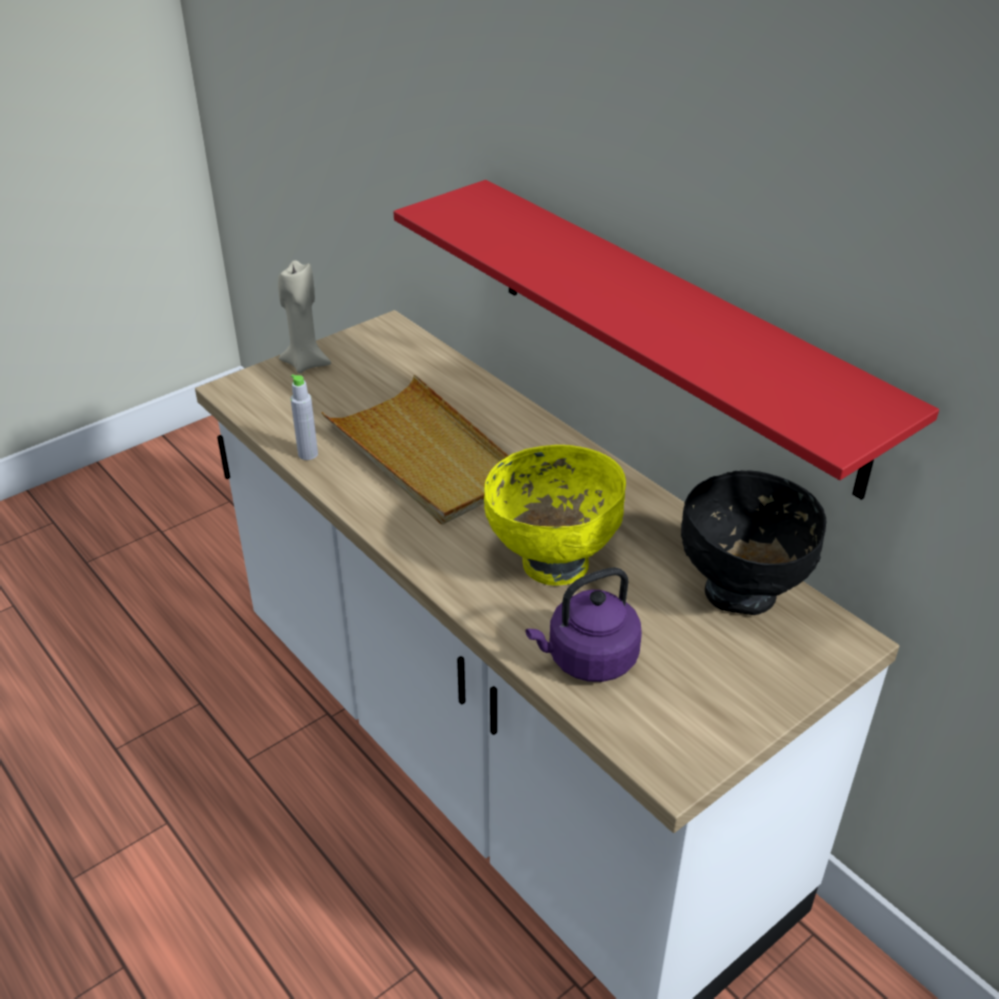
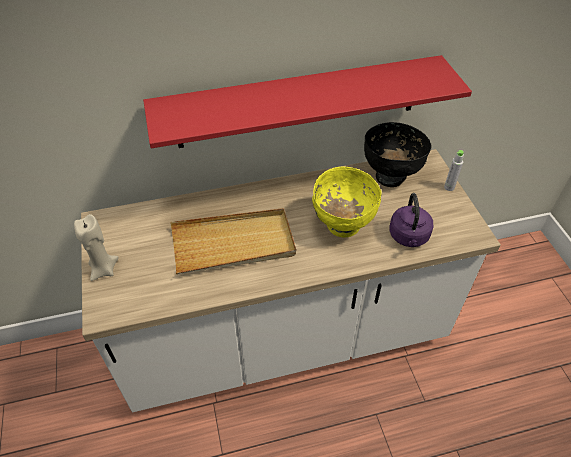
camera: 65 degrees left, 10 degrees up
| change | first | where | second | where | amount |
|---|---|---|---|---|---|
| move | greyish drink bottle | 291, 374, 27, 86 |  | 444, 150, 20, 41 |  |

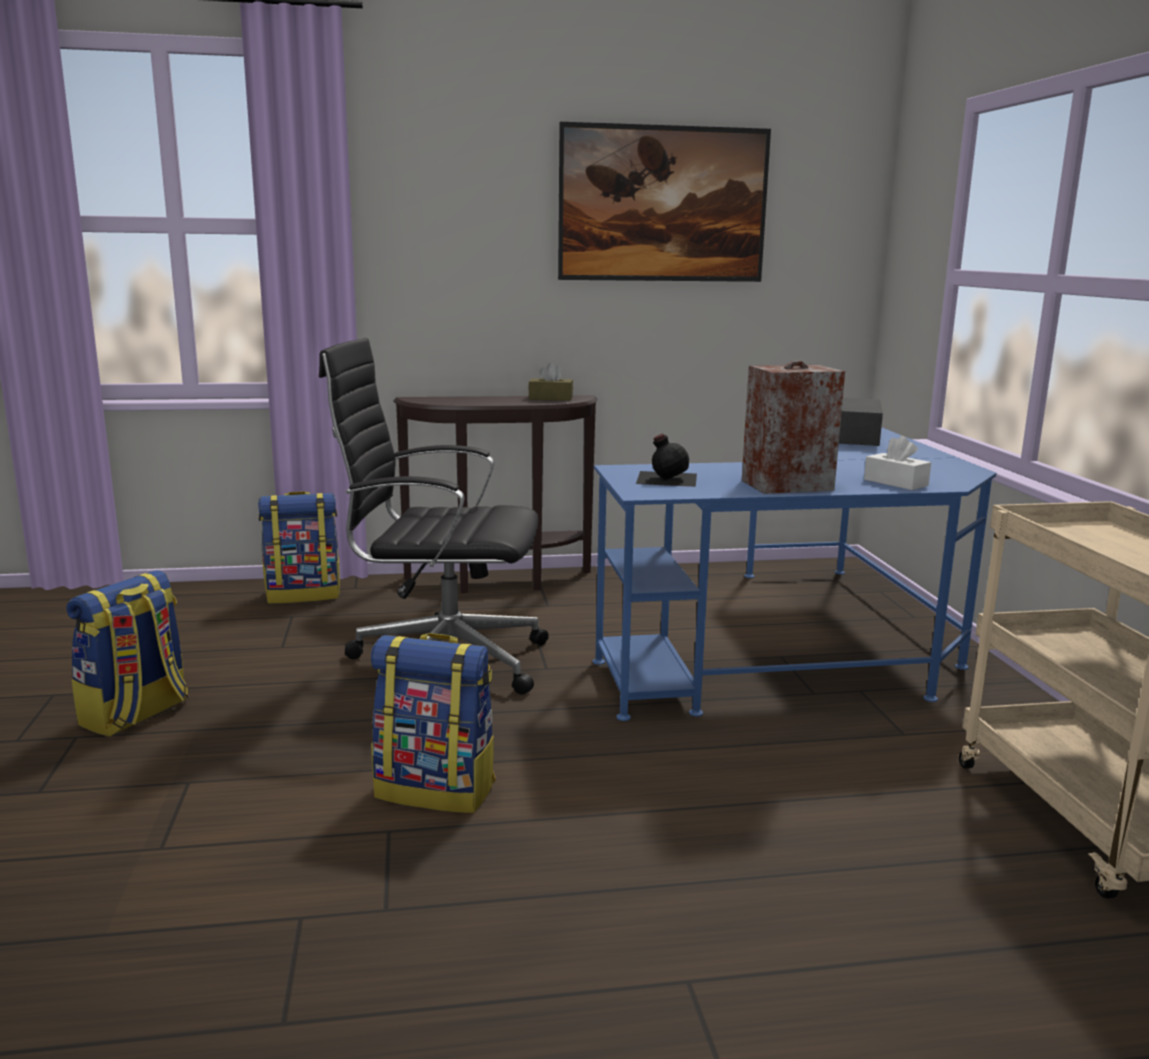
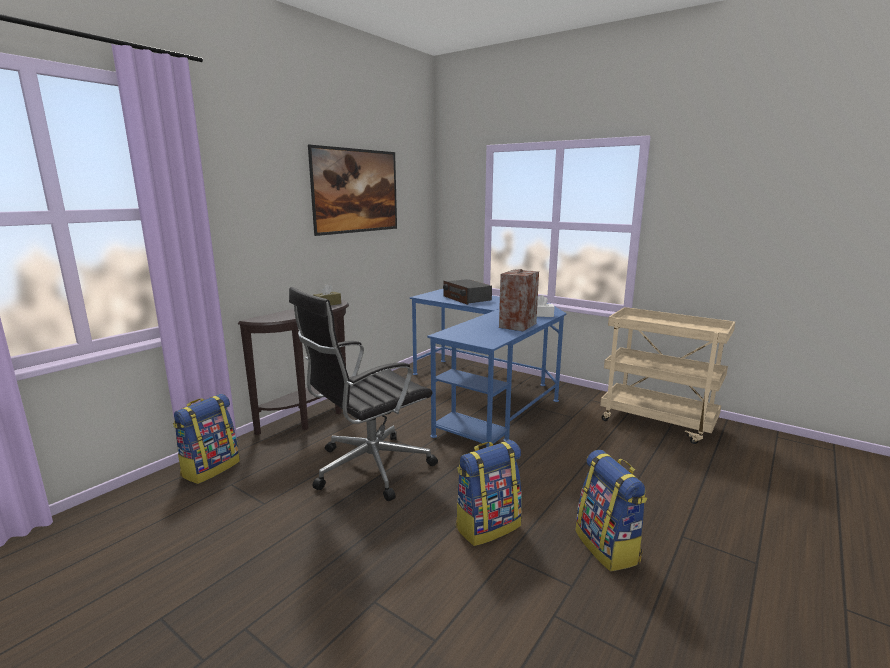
camera: 45 degrees left, 0 degrees up
| change | first | where | second | where | amount |
|---|---|---|---|---|---|
| move | rucksack | 67, 570, 121, 167 |  | 576, 450, 72, 121 |  |
| delete | black-coloured drink bottle | 636, 434, 61, 53 |  |  |  |

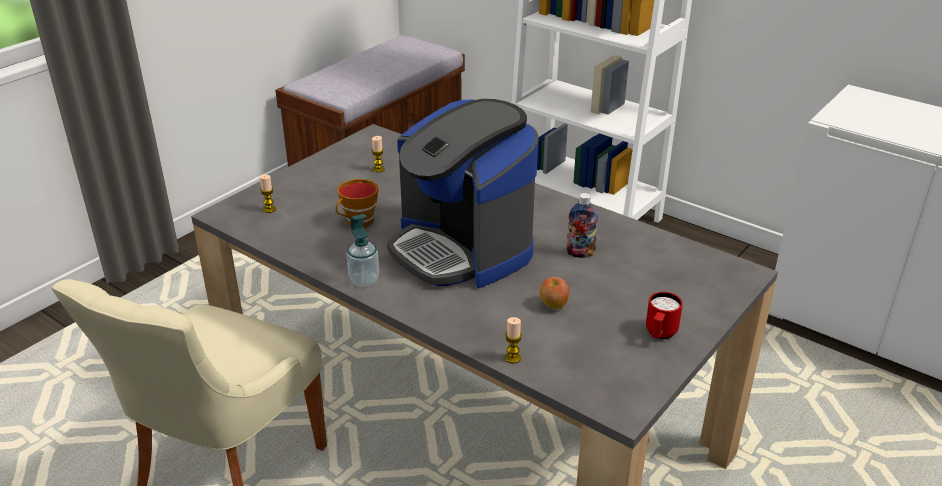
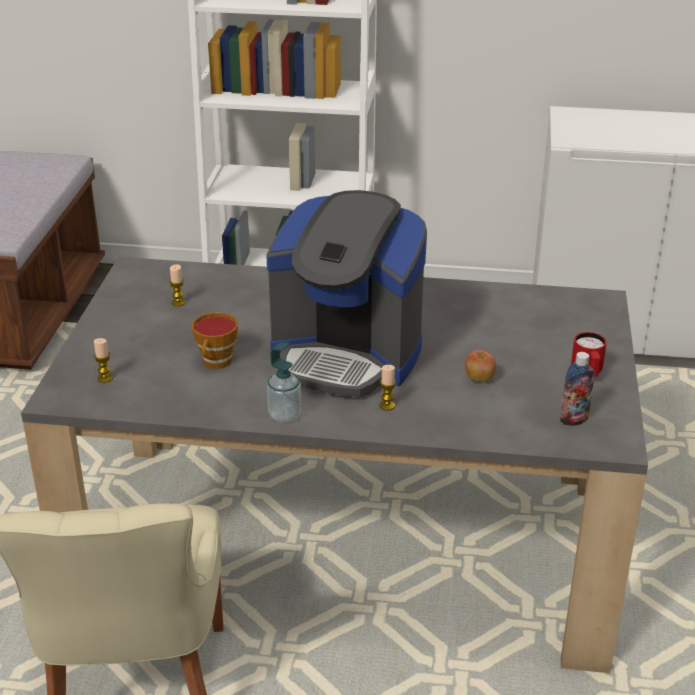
camera: 30 degrees left, 0 degrees up
| change | first | where | second | where | amount |
|---|---|---|---|---|---|
| move | candle | 505, 317, 17, 47 |  | 380, 365, 16, 46 |  |
| move | drink bottle | 566, 193, 32, 65 |  | 560, 352, 35, 74 |  |

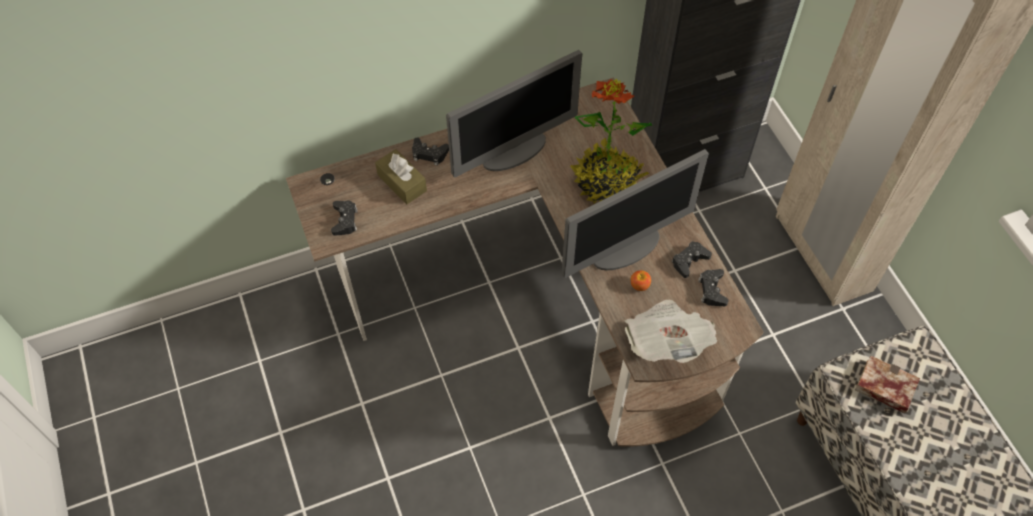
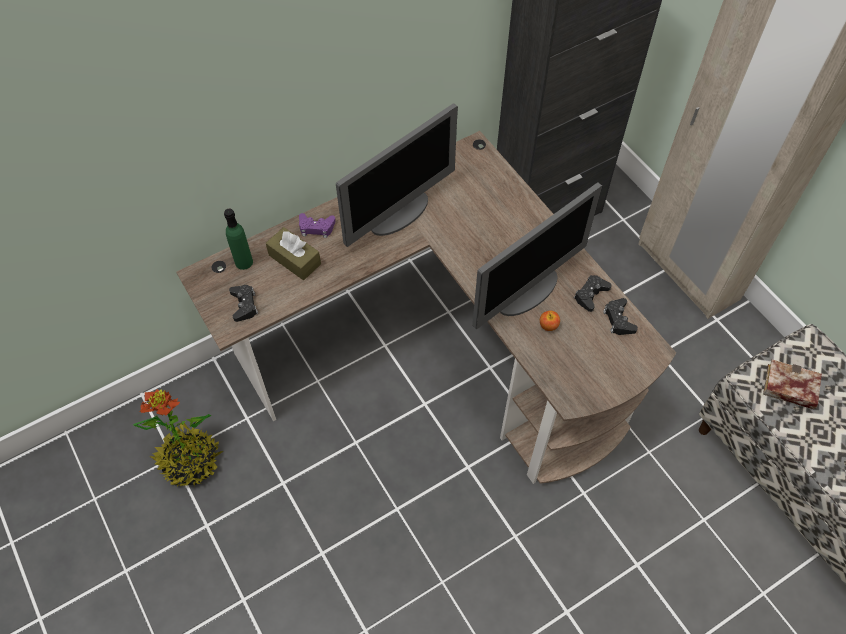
camera: 10 degrees left, 0 degrees up
| change | first | where | second | where | amount |
|---|---|---|---|---|---|
| recolor | black-coloured joypad | 412, 138, 37, 28 | purple-coloured joypad | 299, 213, 37, 25 |  |
| move | houseplant | 570, 79, 82, 126 |  | 133, 389, 90, 98 |  |
| delete | newspaper | 625, 300, 92, 63 |  |  |  |
| insert |  |  | green-coloured drink bottle | 224, 209, 29, 61 |  |

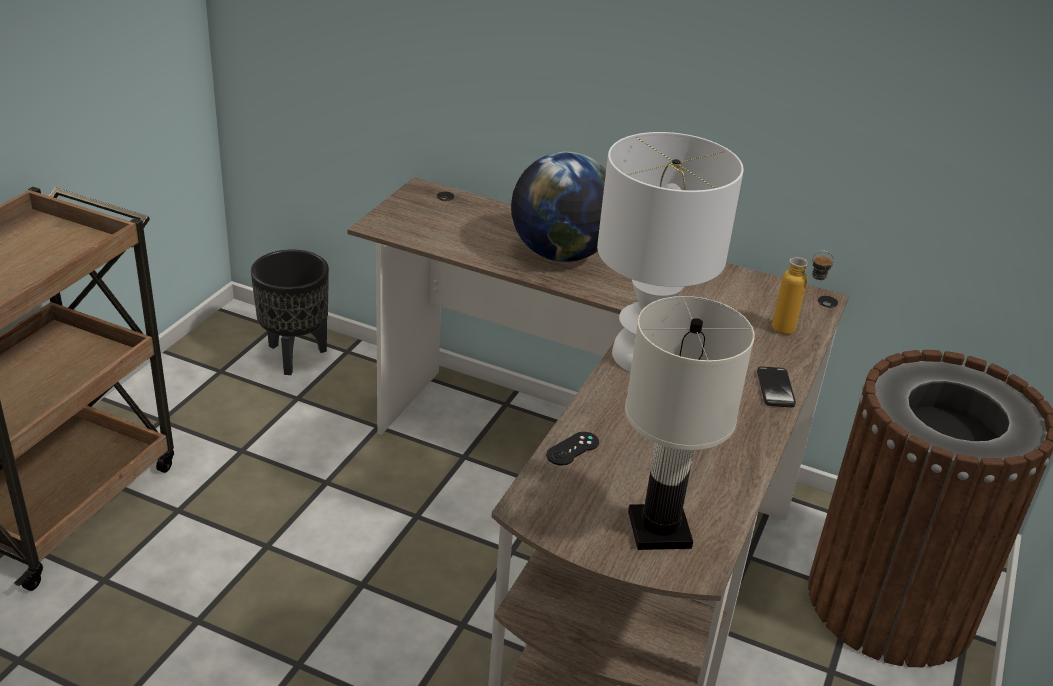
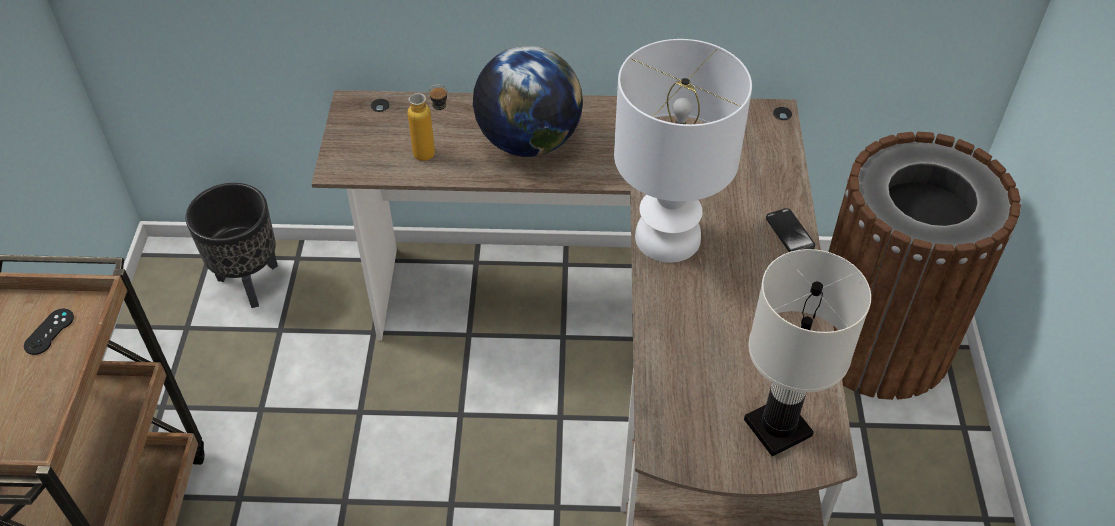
camera: 20 degrees left, 15 degrees up
| change | first | where | second | where | amount |
|---|---|---|---|---|---|
| move | black-coloured joypad | 546, 432, 53, 33 |  | 24, 309, 50, 46 |  |
| move | drink bottle | 772, 251, 62, 84 |  | 408, 85, 40, 76 |  |

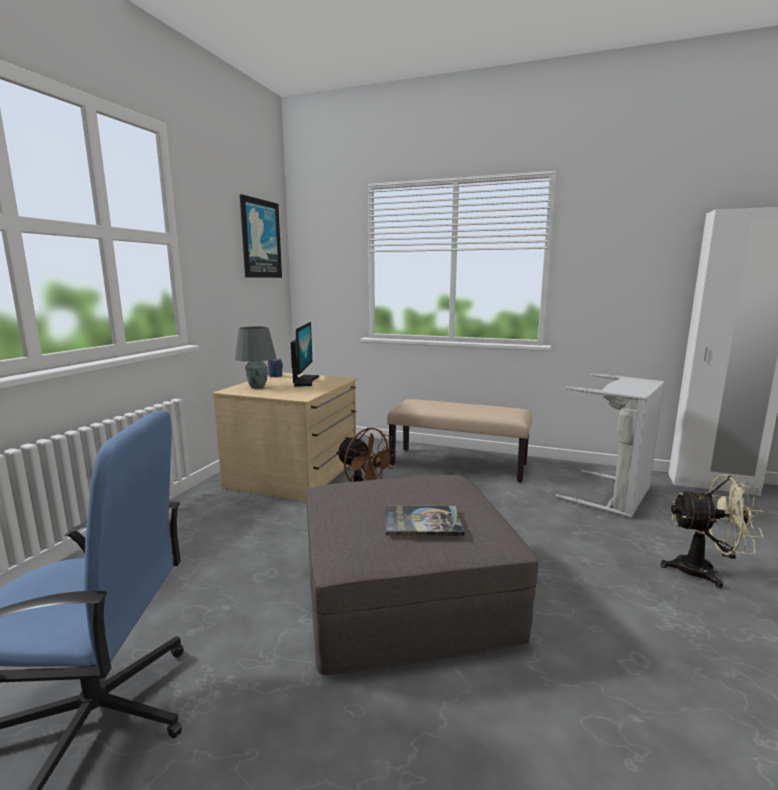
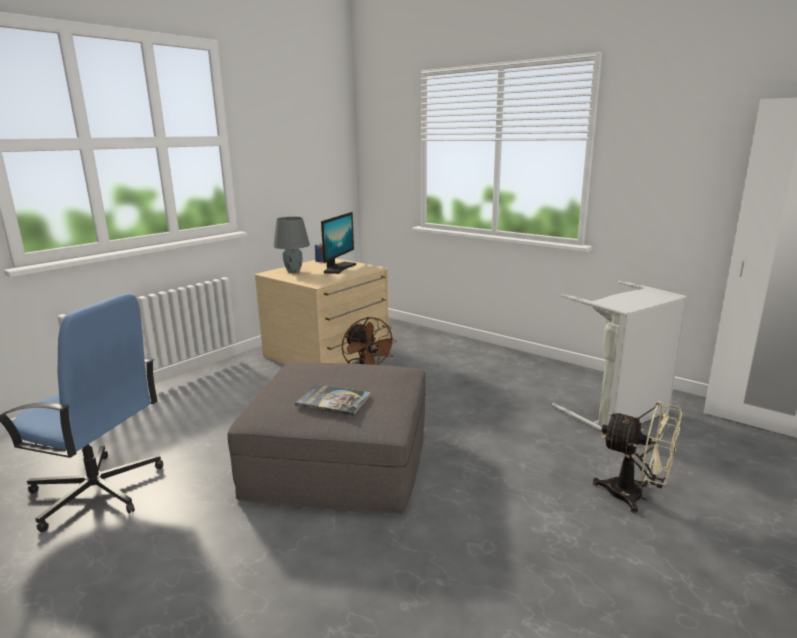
camera: 20 degrees right, 5 degrees up
| change | first | where | second | where | amount |
|---|---|---|---|---|---|
| delete | wall art | 240, 194, 42, 84 |  |  |  |
| delete | beige long seat | 387, 399, 145, 83 |  |  |  |

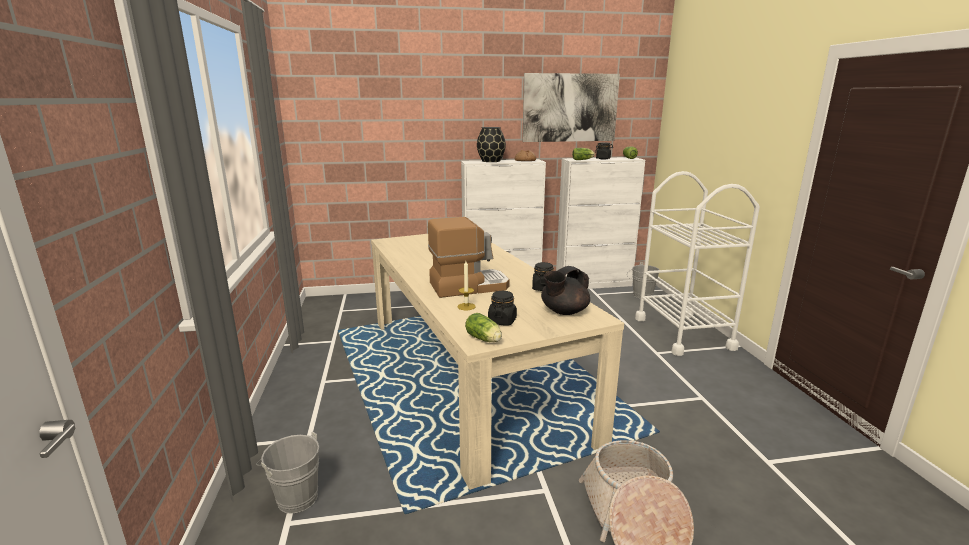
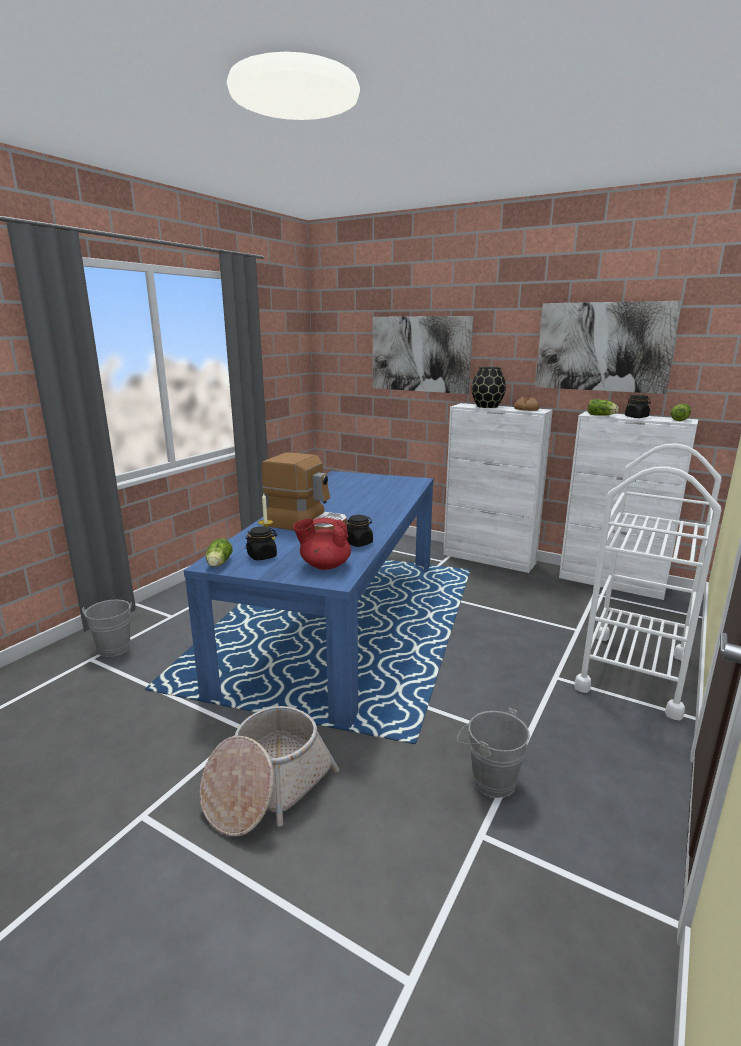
camera: 40 degrees right, 0 degrees up
| change | first | where | second | where | amount |
|---|---|---|---|---|---|
| recolor | beige kitchen table | 371, 234, 253, 256 | blue-coloured kitchen table | 184, 471, 250, 257 |  |
| recolor | black-coloured pot for tea | 541, 266, 49, 49 | red pot for tea | 293, 518, 58, 52 |  |
| move | greyish water bucket | 627, 262, 32, 37 |  | 457, 708, 73, 90 |  |
| insert |  |  | wall art | 373, 316, 100, 78 |  |

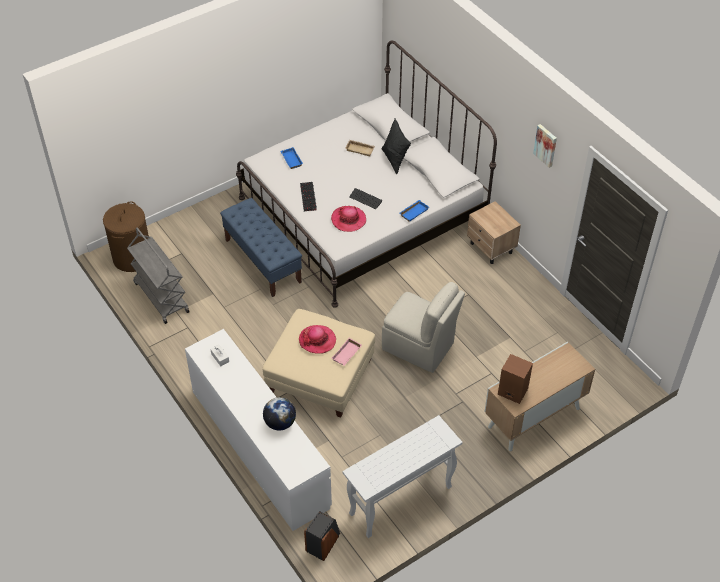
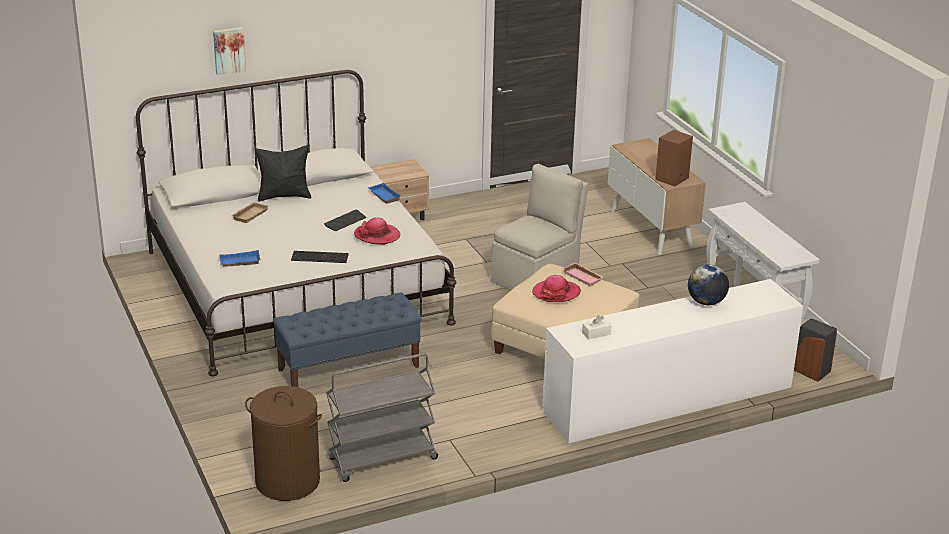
camera: 80 degrees left, 20 degrees down
| change | first | where | second | where | amount |
|---|---|---|---|---|---|
| move | wall art | 533, 124, 24, 44 |  | 213, 27, 33, 48 |  |

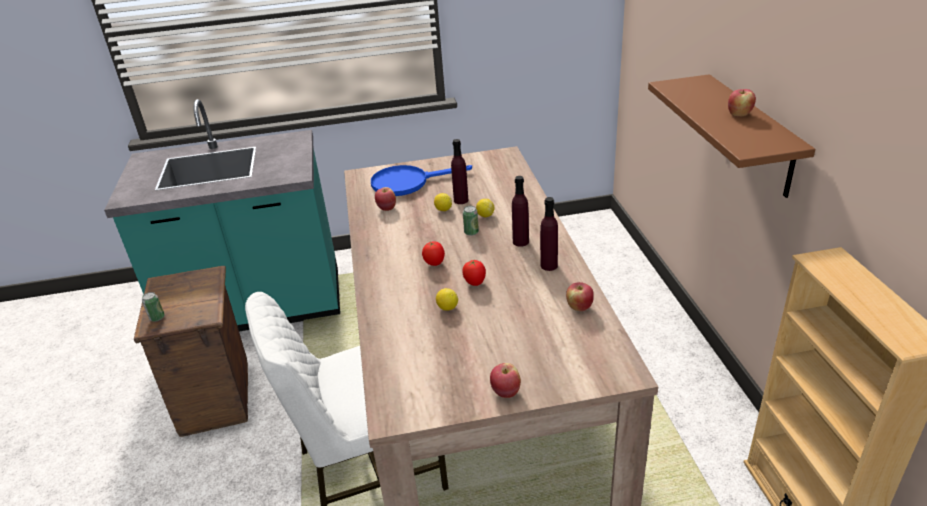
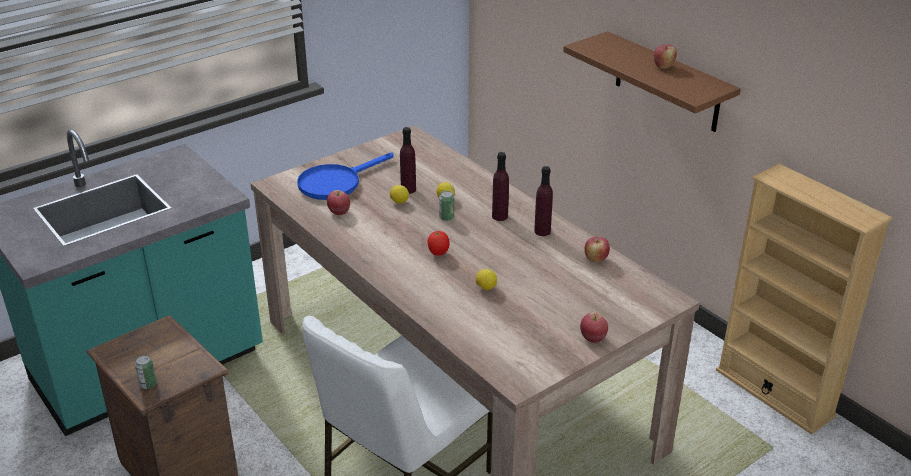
camera: 30 degrees left, 0 degrees up
| change | first | where | second | where | amount |
|---|---|---|---|---|---|
| delete | tomato | 462, 260, 24, 26 |  |  |  |

